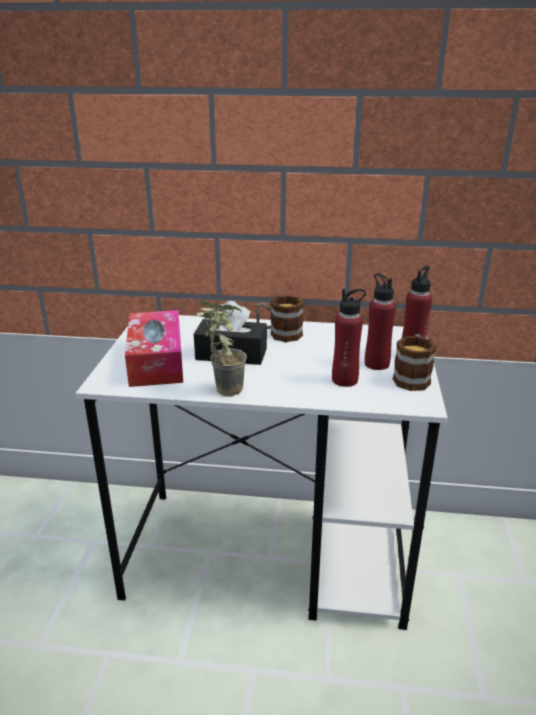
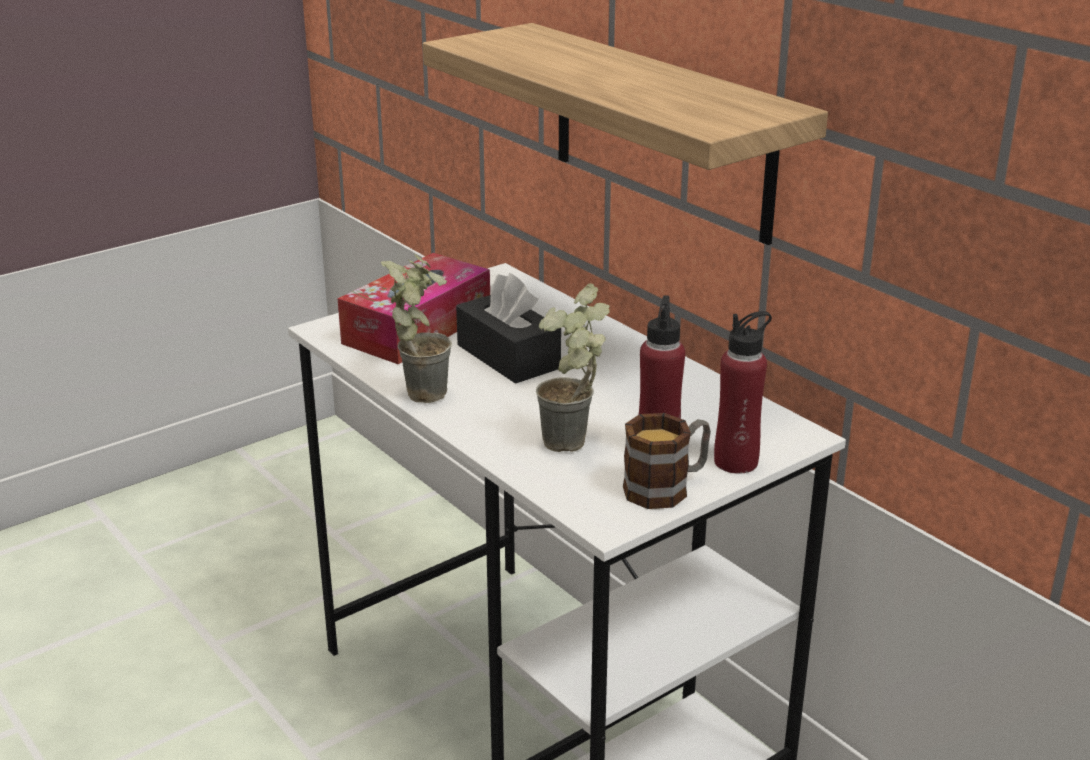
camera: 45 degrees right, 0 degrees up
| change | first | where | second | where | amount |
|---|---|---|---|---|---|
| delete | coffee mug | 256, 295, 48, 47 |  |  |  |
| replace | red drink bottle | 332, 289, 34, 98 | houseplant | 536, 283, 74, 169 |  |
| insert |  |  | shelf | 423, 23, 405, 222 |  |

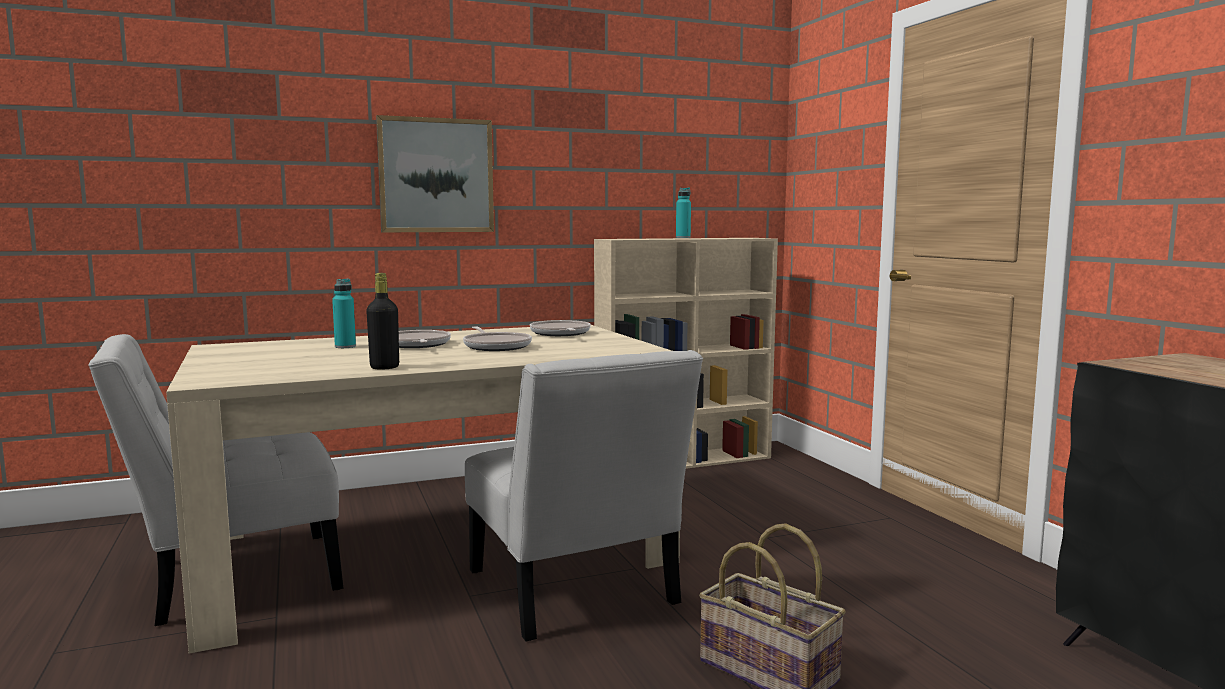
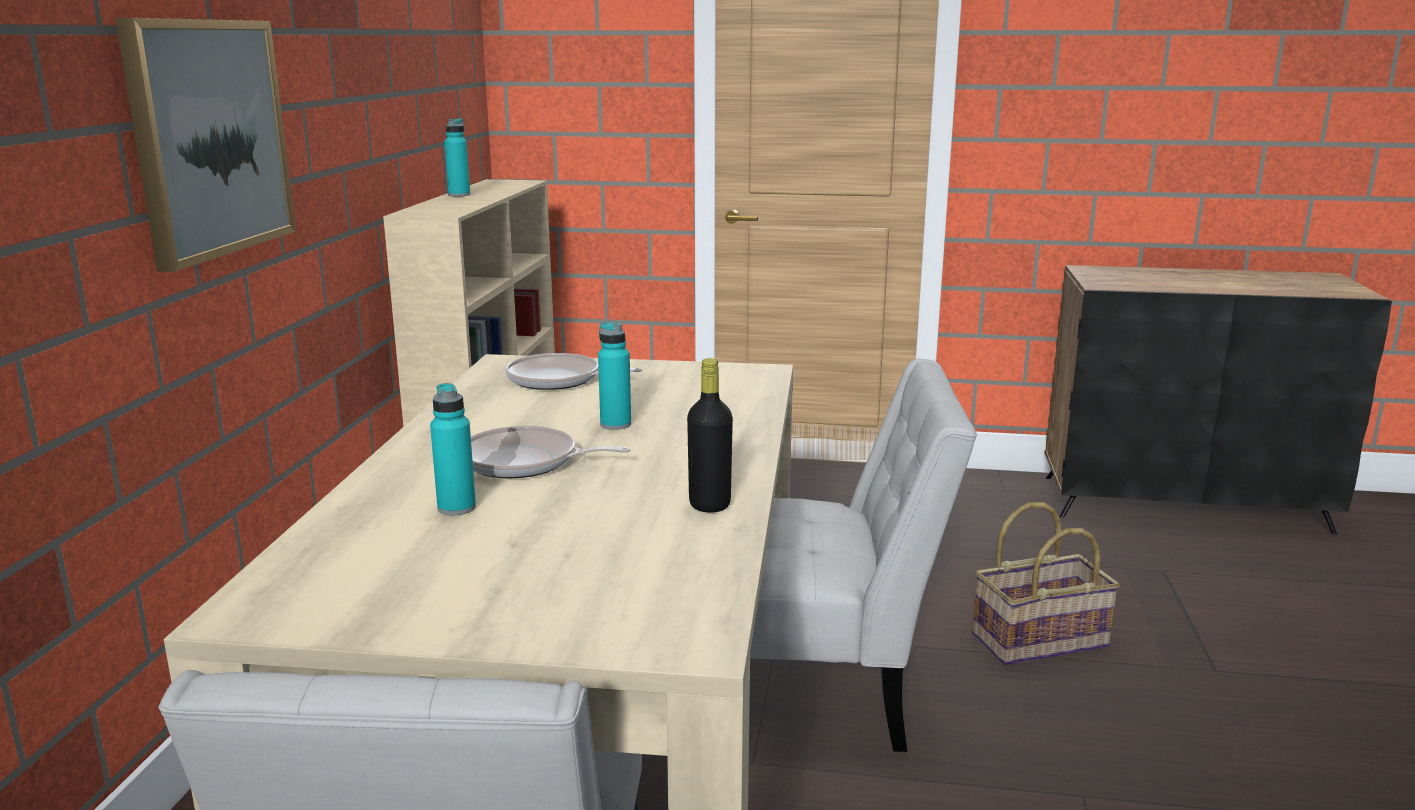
camera: 60 degrees left, 10 degrees up
| change | first | where | second | where | amount |
|---|---|---|---|---|---|
| replace | skillet | 463, 326, 69, 25 | blue-green drink bottle | 598, 322, 33, 108 |  |

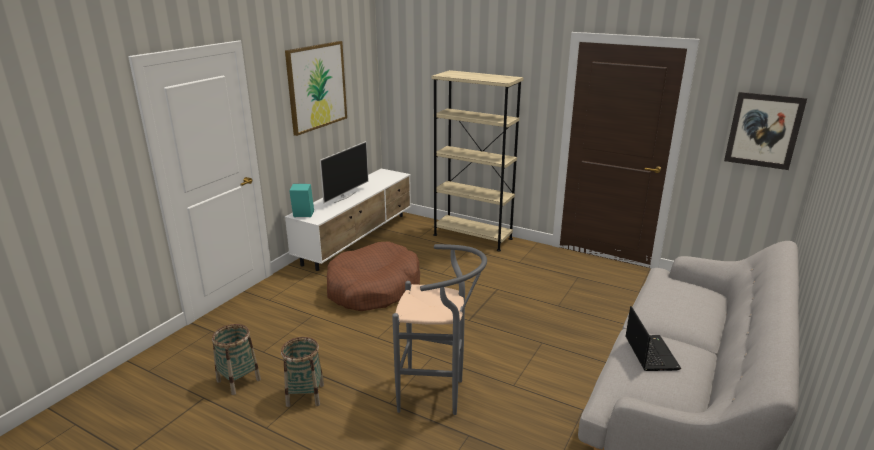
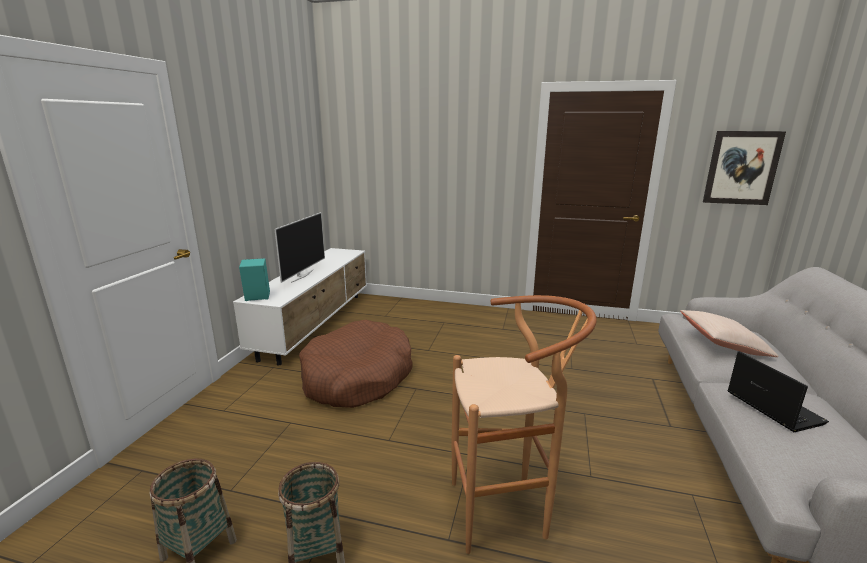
camera: 15 degrees left, 5 degrees down
| change | first | where | second | where | amount |
|---|---|---|---|---|---|
| delete | wall art | 285, 41, 62, 95 |  |  |  |
| recolor | greyish stool seat | 392, 244, 95, 171 | brown stool seat | 452, 295, 145, 259 |  |
| delete | beige bookcase | 432, 70, 91, 181 |  |  |  |
| insert |  |  | beige cushion | 680, 310, 99, 47 |  |

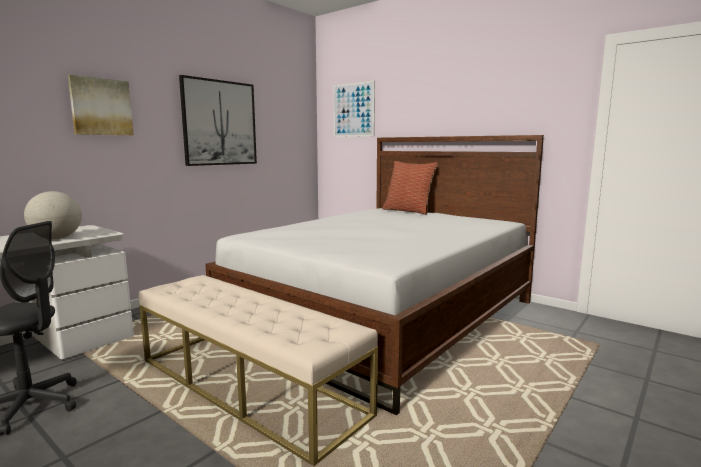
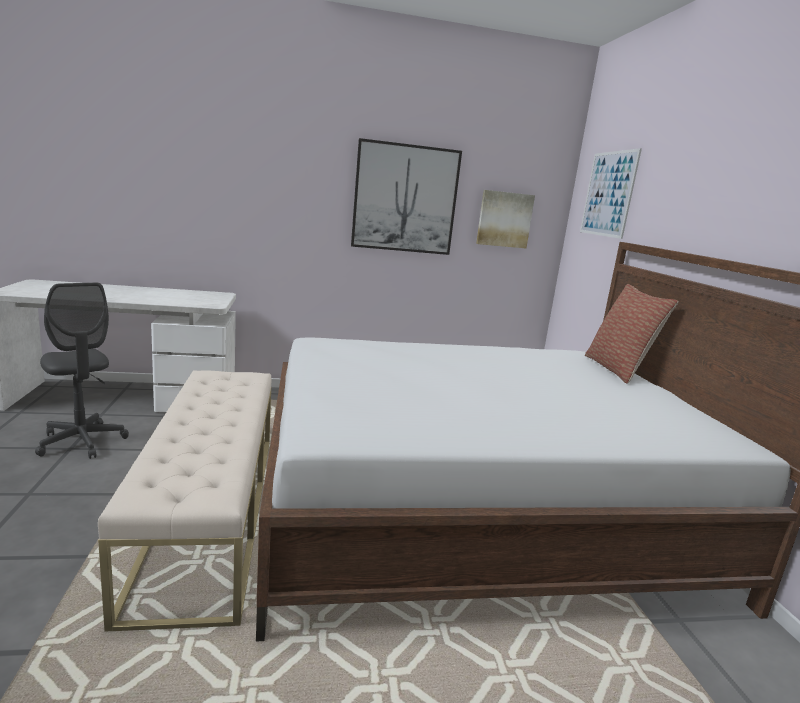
camera: 40 degrees right, 5 degrees up
| change | first | where | second | where | amount |
|---|---|---|---|---|---|
| delete | desk globe | 24, 191, 58, 48 |  |  |  |
| move | wall art | 68, 75, 66, 60 |  | 476, 190, 59, 58 |  |

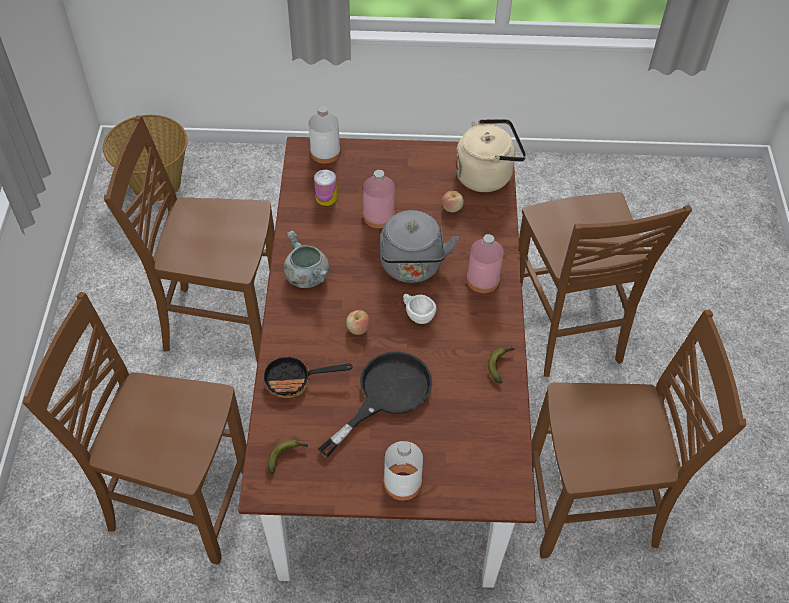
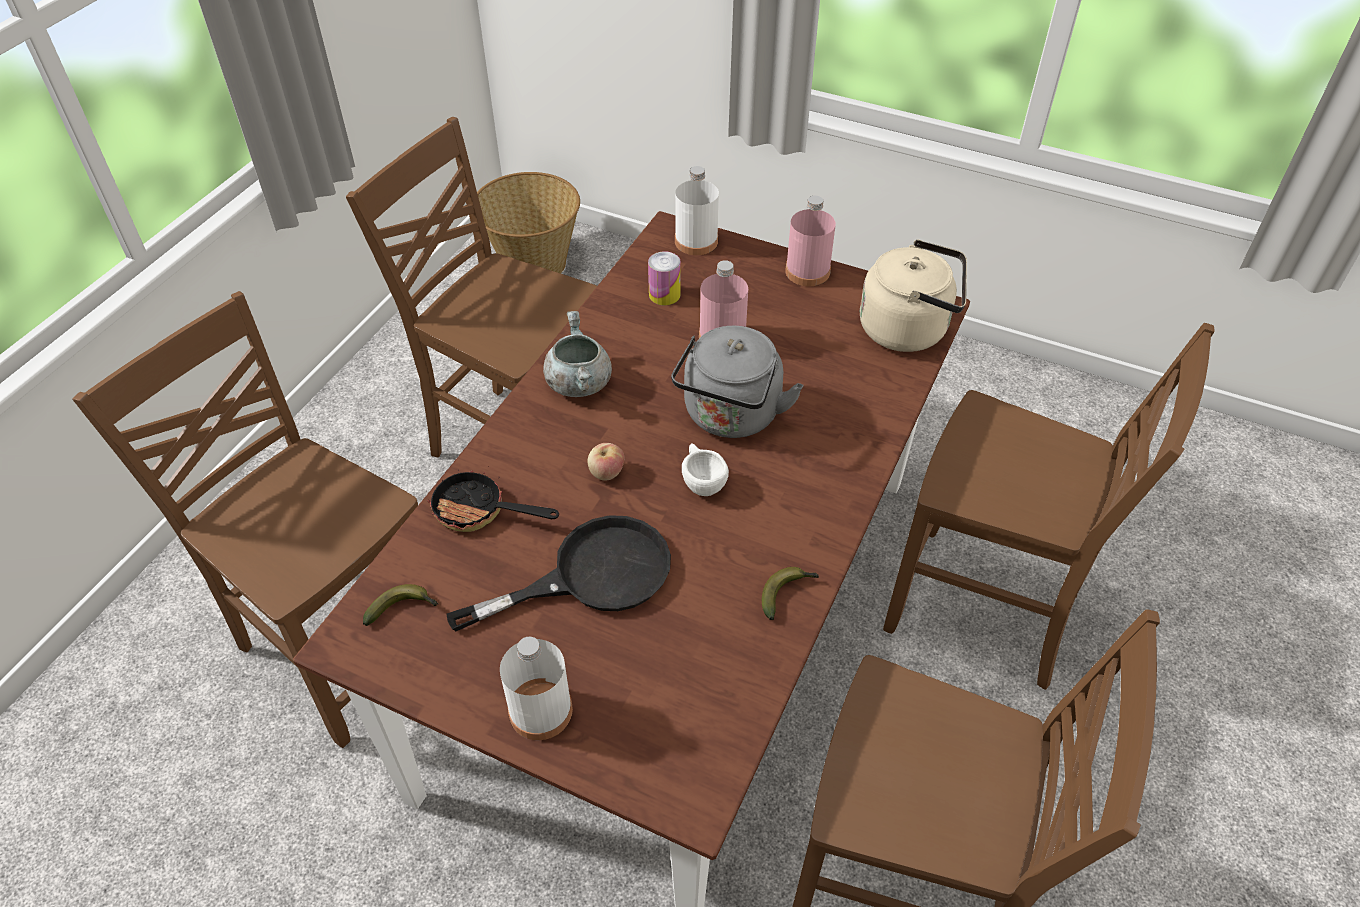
camera: 25 degrees right, 5 degrees down
| change | first | where | second | where | amount |
|---|---|---|---|---|---|
| delete | apple | 442, 191, 22, 22 |  |  |  |
| move | pink drink bottle | 466, 234, 38, 59 |  | 785, 196, 51, 90 |  |
| rotate | brown plain chair | 519, 192, 173, 185 |  | 883, 323, 332, 367 | 75 degrees counterclockwise |

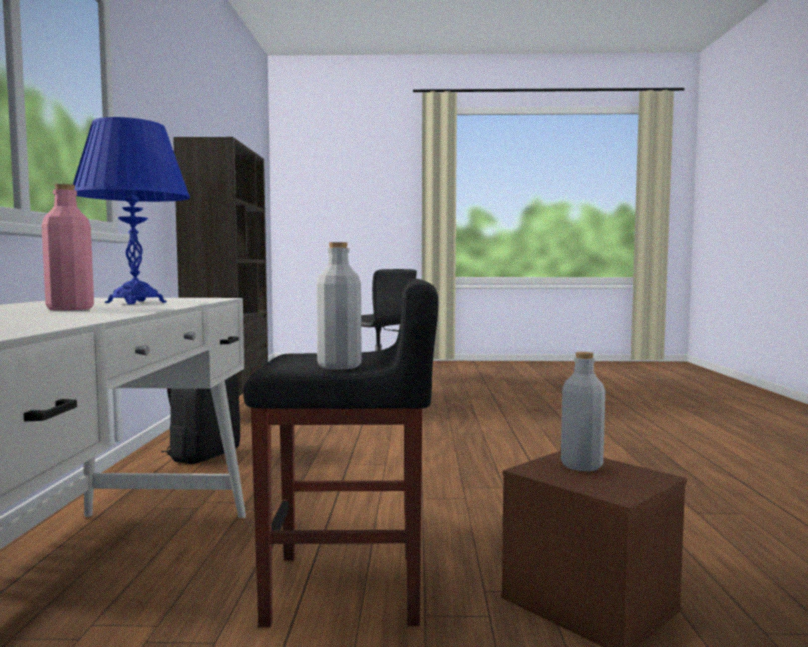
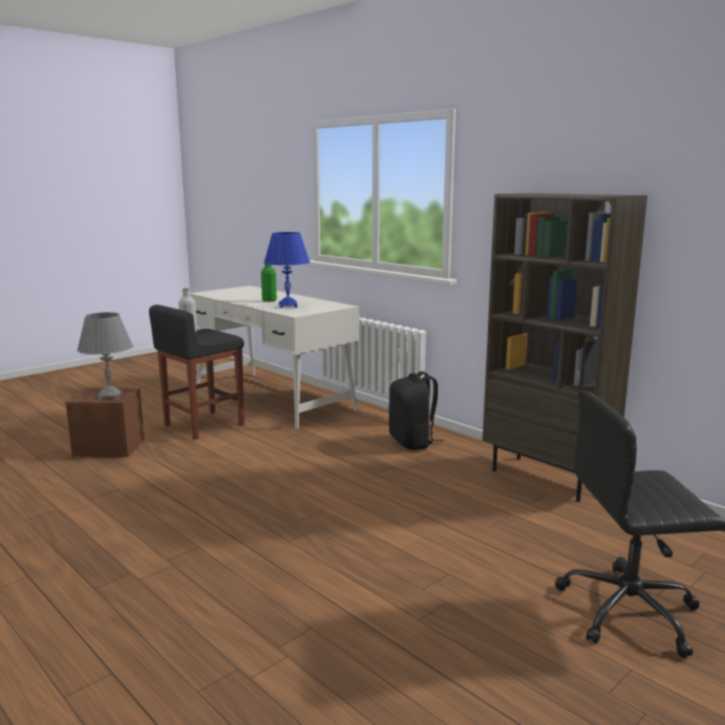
camera: 135 degrees right, 10 degrees up
| change | first | where | second | where | amount |
|---|---|---|---|---|---|
| recolor | pink drink bottle | 41, 184, 53, 126 | green-coloured drink bottle | 261, 264, 16, 38 |  |
| replace | greyish drink bottle | 561, 352, 44, 119 | greyish table lamp | 77, 312, 56, 88 |  |

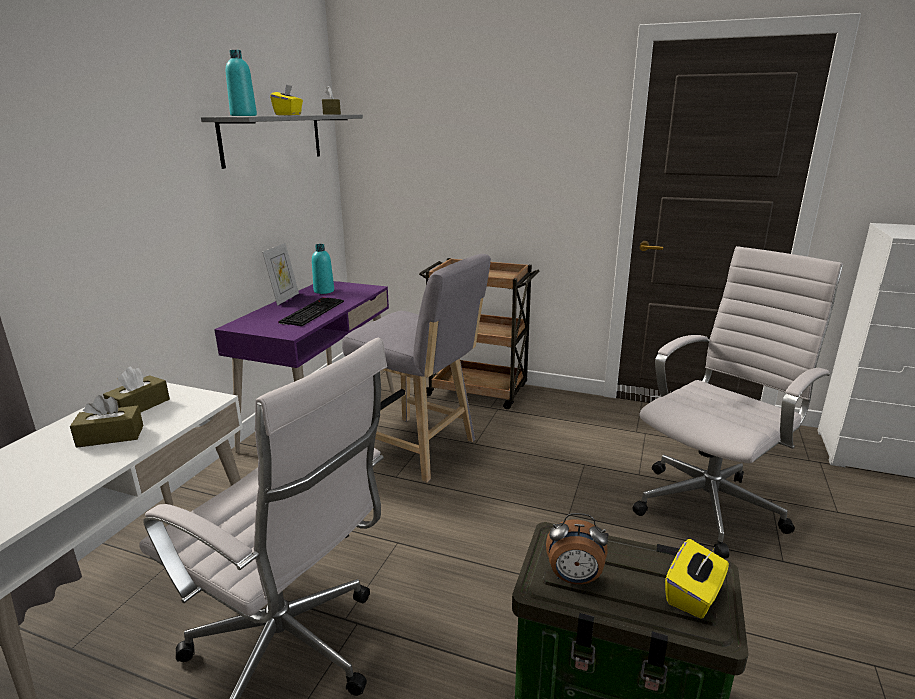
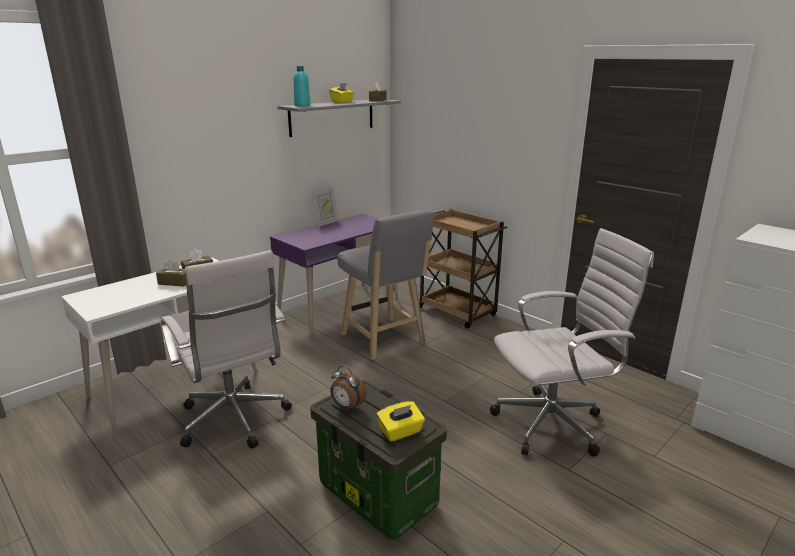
camera: 25 degrees right, 0 degrees up
| change | first | where | second | where | amount |
|---|---|---|---|---|---|
| delete | PC keyboard | 278, 297, 66, 29 |  |  |  |
| delete | blue-green drink bottle | 312, 244, 22, 50 |  |  |  |

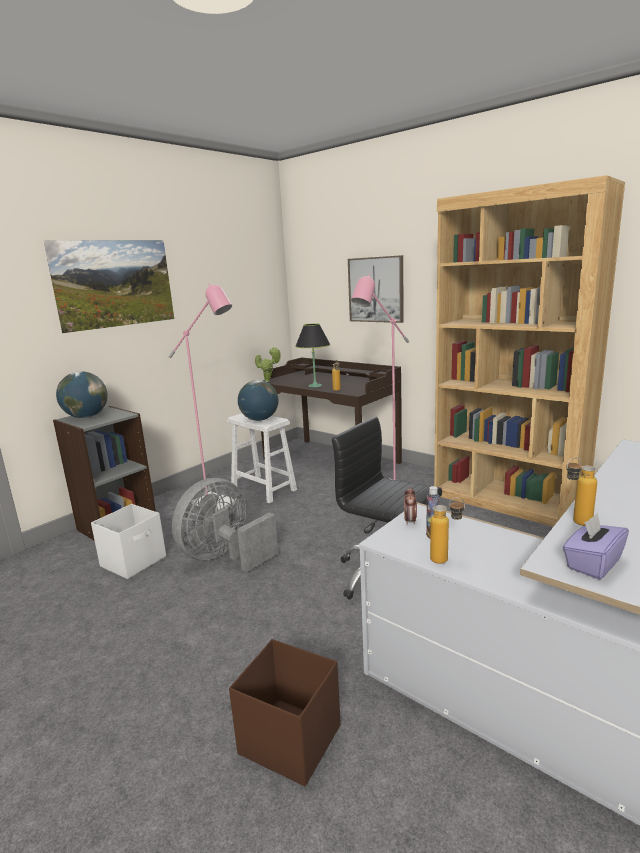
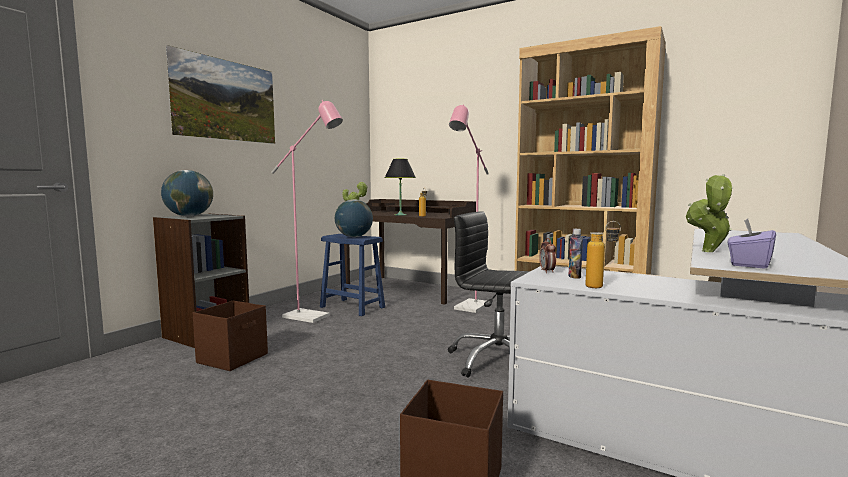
camera: 10 degrees left, 10 degrees down
| change | first | where | second | where | amount |
|---|---|---|---|---|---|
| recolor | whitish storage container | 91, 504, 75, 75 | brown storage container | 193, 301, 75, 70 |  |
| delete | greyish cooling fan | 172, 478, 106, 94 |  |  |  |
| recolor | whitish stool seat | 227, 413, 70, 90 | blue-coloured stool seat | 320, 234, 65, 82 |  |
| delete | wall art | 348, 255, 56, 68 |  |  |  |
| replace | drink bottle | 566, 457, 31, 69 | houseplant | 686, 174, 47, 78 |  |

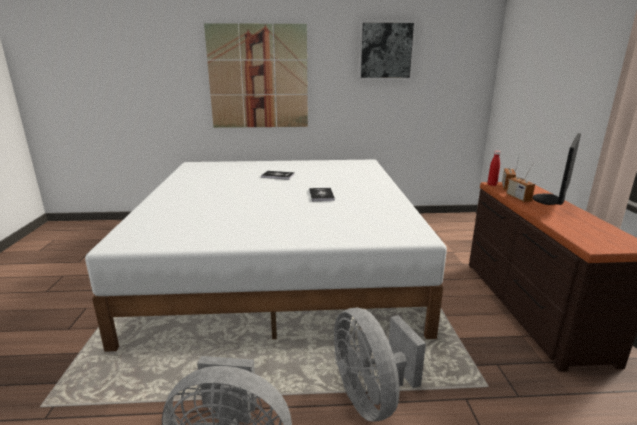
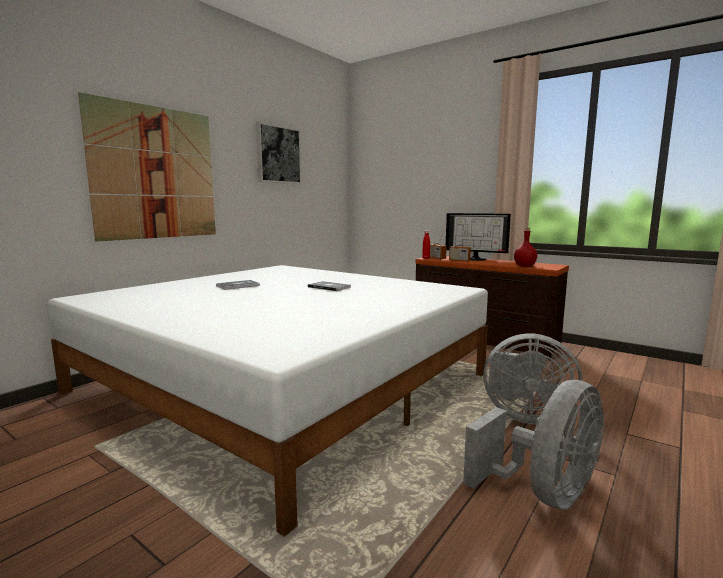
camera: 50 degrees left, 10 degrees down
| change | first | where | second | where | amount |
|---|---|---|---|---|---|
| rotate | monitor | 533, 133, 48, 72 |  | 446, 213, 65, 48 | 45 degrees counterclockwise |
| insert |  |  | red drink bottle | 514, 228, 23, 39 |  |

